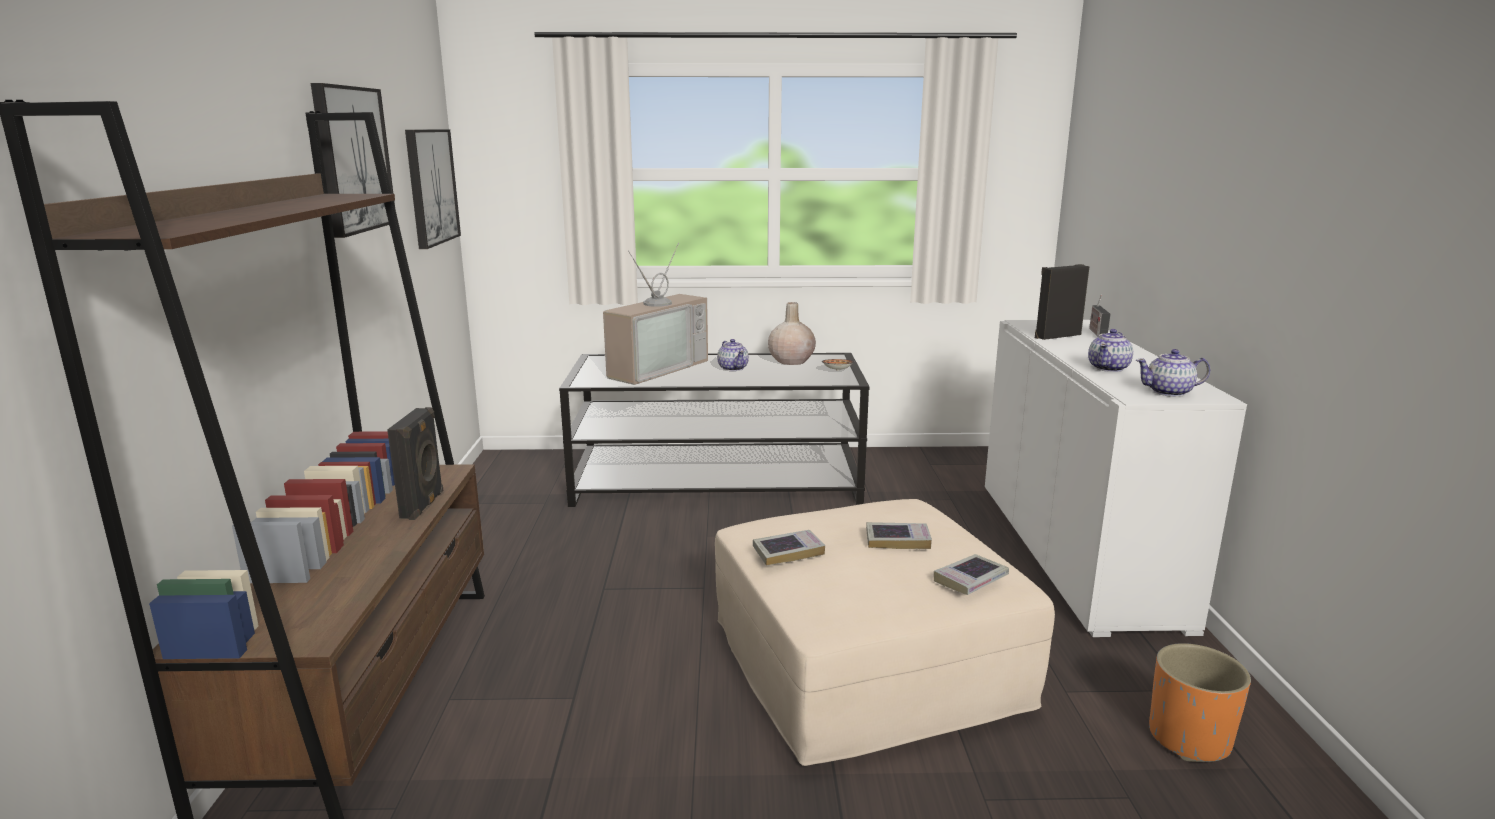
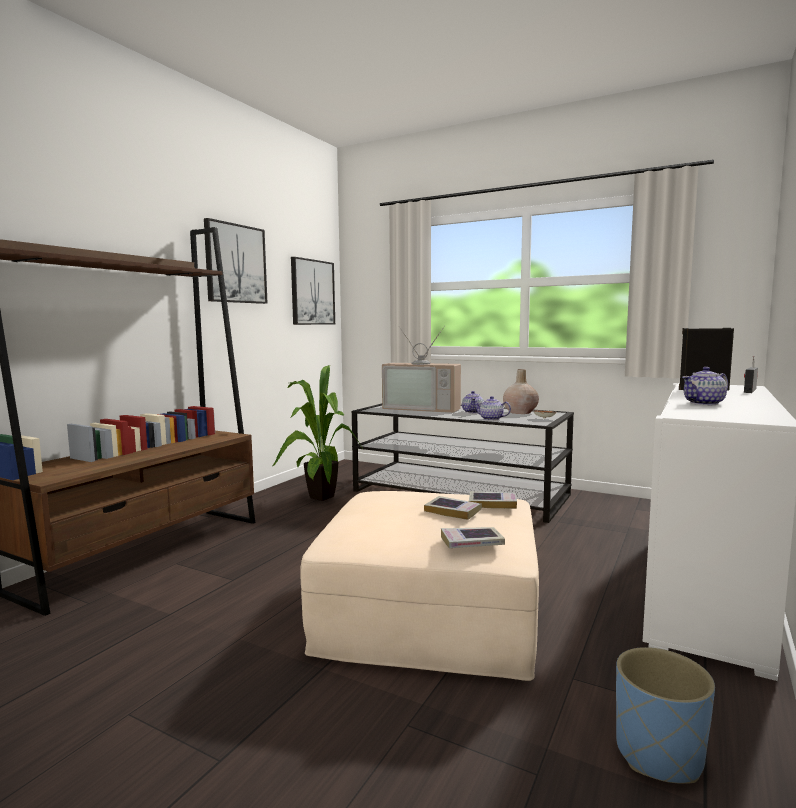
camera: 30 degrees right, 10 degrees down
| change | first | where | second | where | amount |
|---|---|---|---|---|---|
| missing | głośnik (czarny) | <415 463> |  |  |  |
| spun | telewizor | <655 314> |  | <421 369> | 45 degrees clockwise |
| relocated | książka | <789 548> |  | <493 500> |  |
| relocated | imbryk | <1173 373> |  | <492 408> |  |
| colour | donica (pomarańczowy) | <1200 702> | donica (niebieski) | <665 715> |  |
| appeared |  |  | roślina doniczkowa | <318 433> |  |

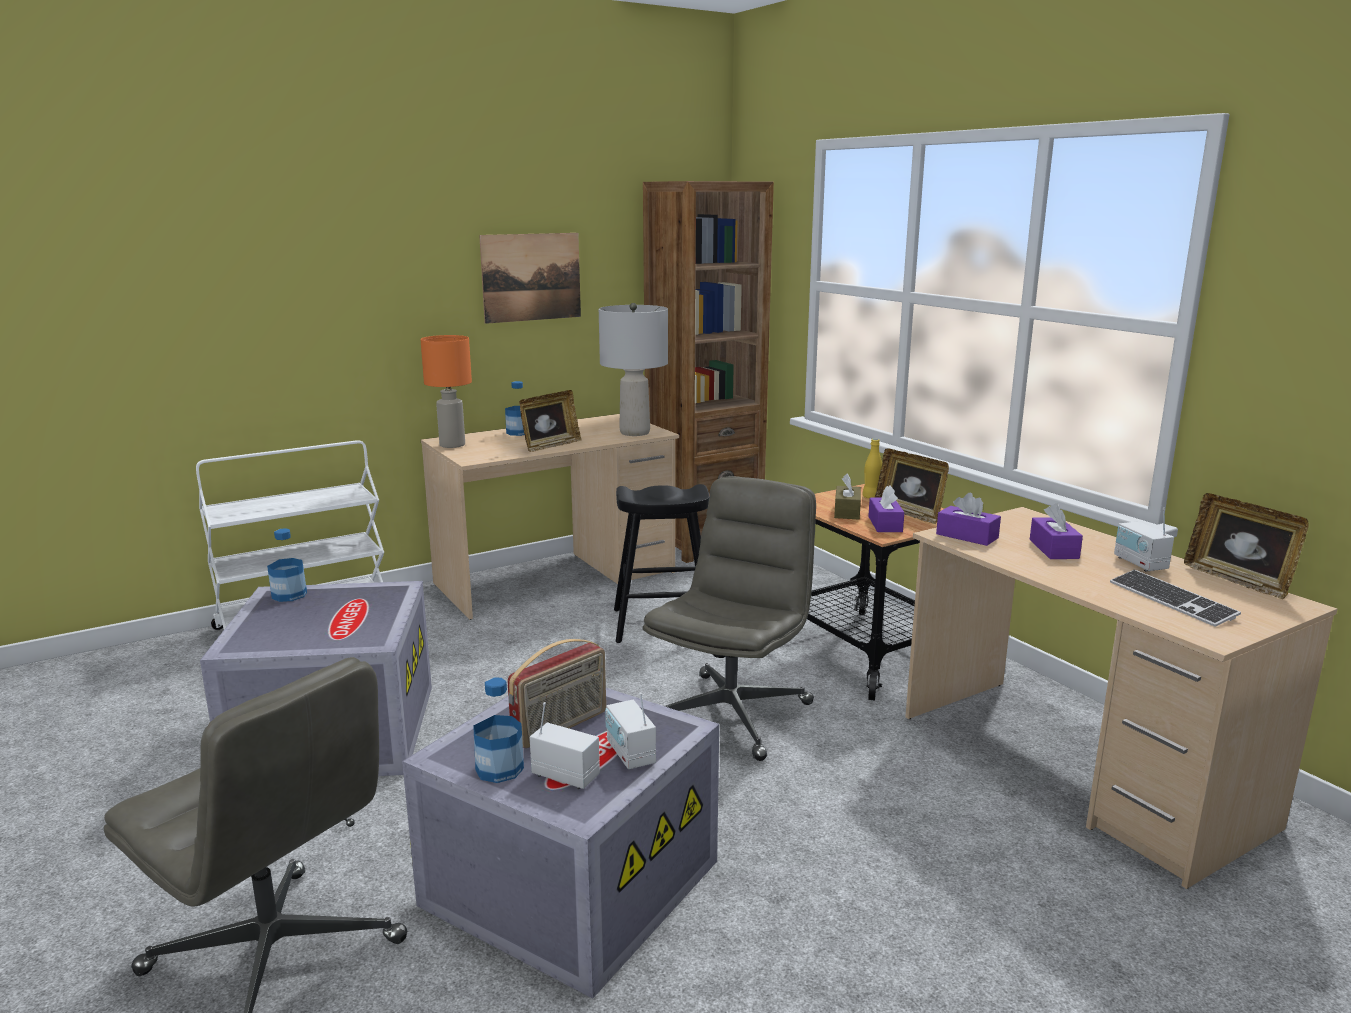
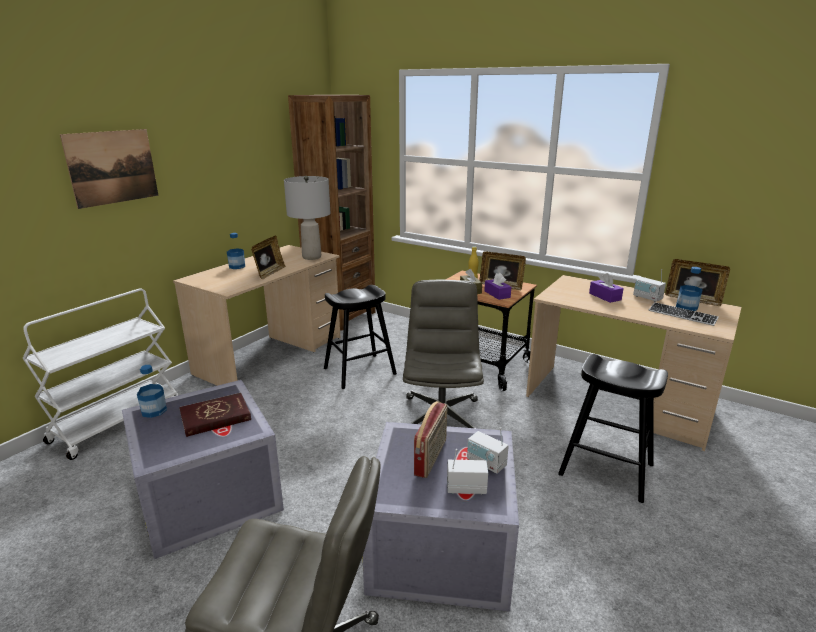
camera: 25 degrees left, 5 degrees up
| change | first | where | second | where | amount |
|---|---|---|---|---|---|
| missing | lampa stołowa (pomarańczowy) | <446 391> |  |  |  |
| relocated | butelka | <498 730> |  | <689 289> |  |
| relocated | obraz | <530 278> |  | <109 169> |  |
| missing | pudełko chusteczek (fioletowy) | <968 519> |  |  |  |
| appeared |  |  | książka (czerwony) | <215 415> |  |
| appeared |  |  | stołek (czarny) | <613 428> |  |

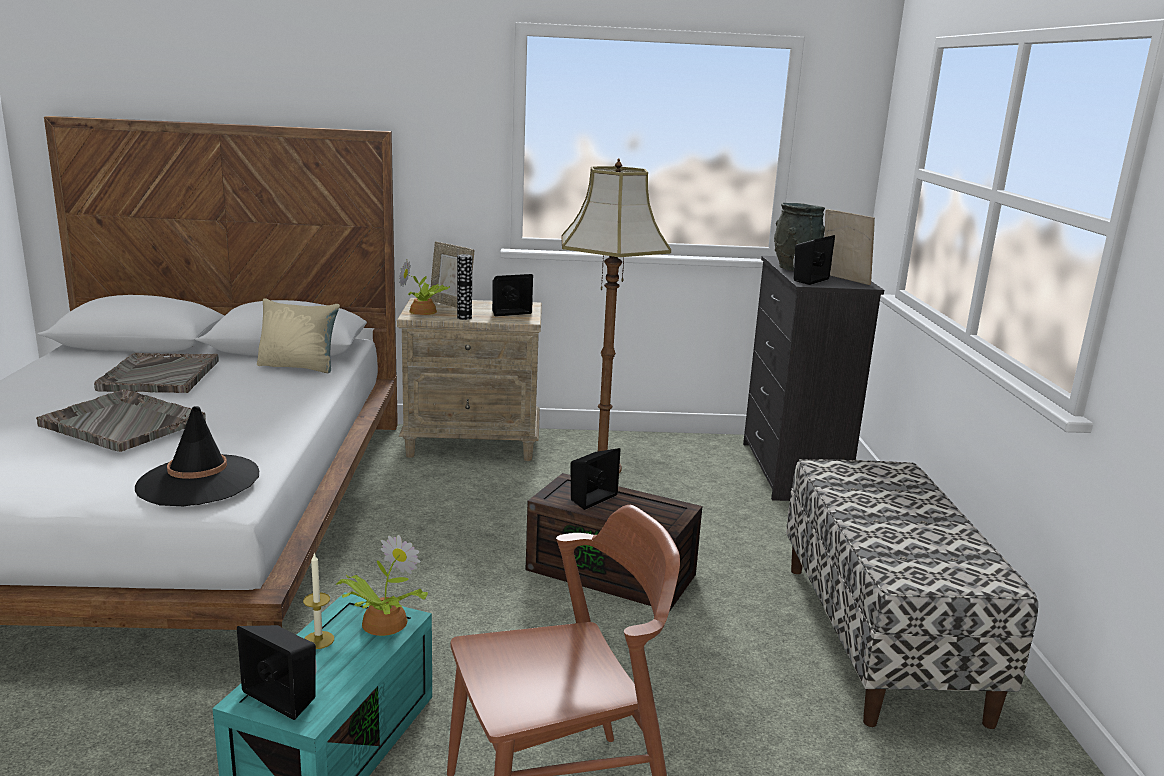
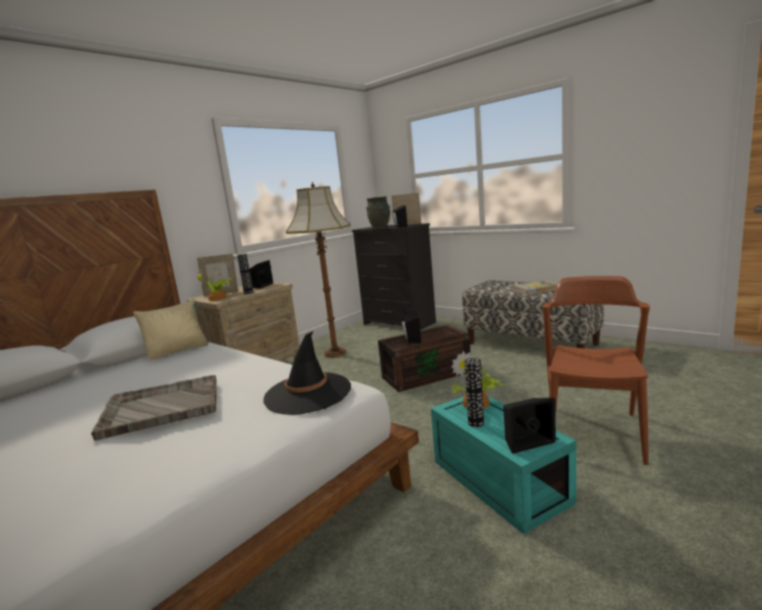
camera: 45 degrees left, 5 degrees down
| change | first | where | second | where | amount |
|---|---|---|---|---|---|
| missing | taca (szary) | <156 373> |  |  |  |
| exchanged | świeca | <318 601> | wazon | <474 392> |  |
| appeared |  |  | książka | <535 288> |  |

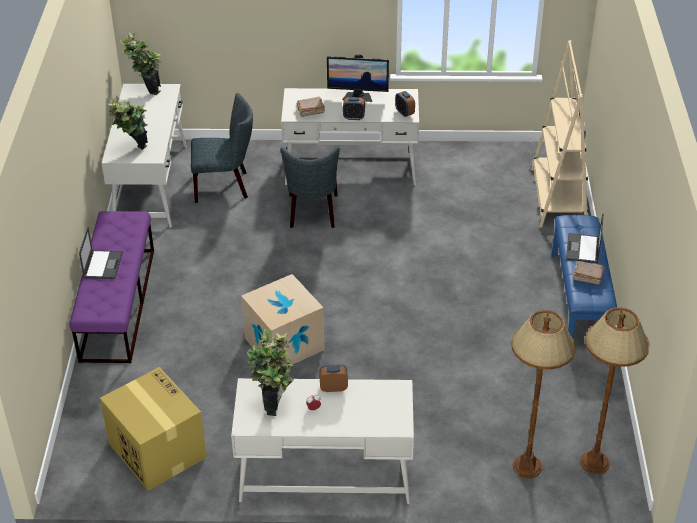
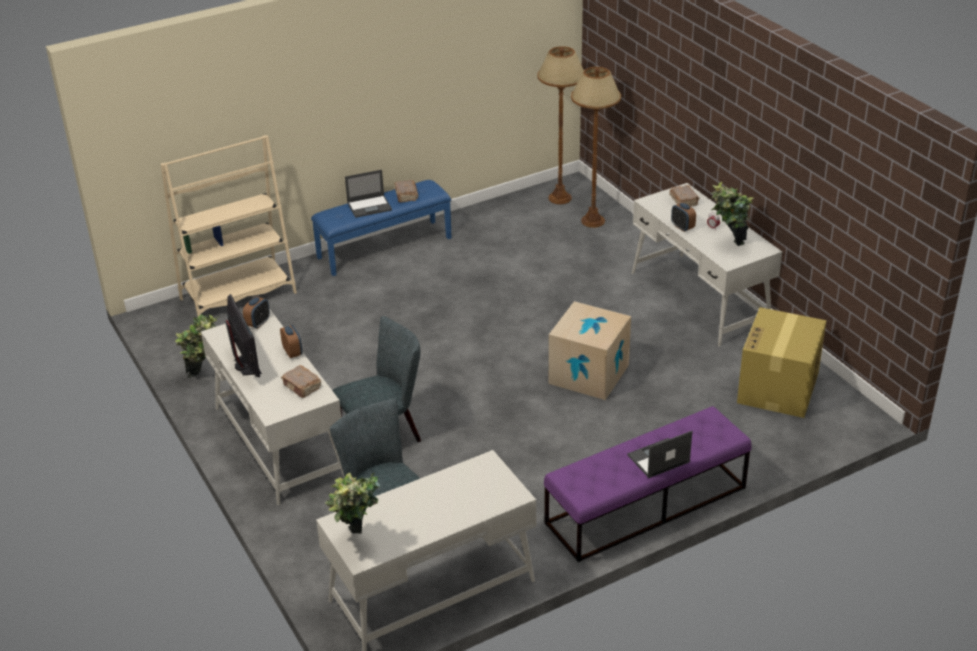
camera: 120 degrees left, 5 degrees down
| change | first | where | second | where | amount |
|---|---|---|---|---|---|
| relocated | roślina doniczkowa | <128 124> |  | <197 346> |  |
| appeared |  |  | książka (brązowy) | <684 196> |  |

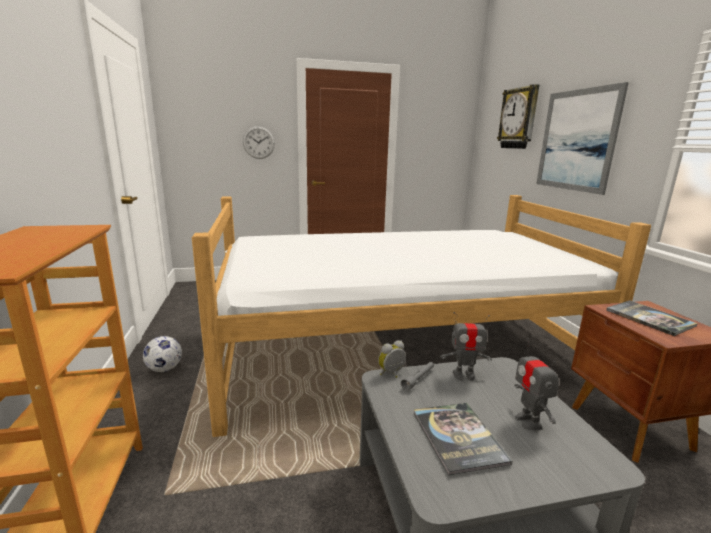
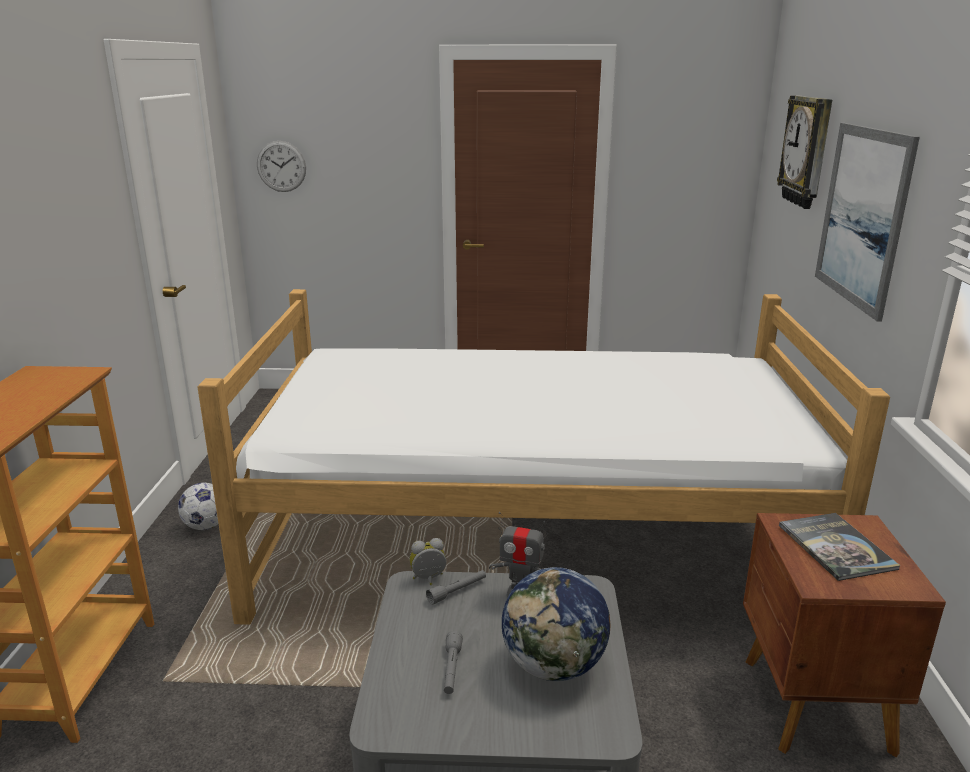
camera: 15 degrees right, 5 degrees up
| change | first | where | second | where | amount |
|---|---|---|---|---|---|
| relocated | zegar ścienny | <259 142> |  | <281 166> |  |
| exchanged | książka | <463 439> | latarka (szary) | <453 662> |  |
| exchanged | robot zabawkowy | <536 384> | globus | <556 624> |  |

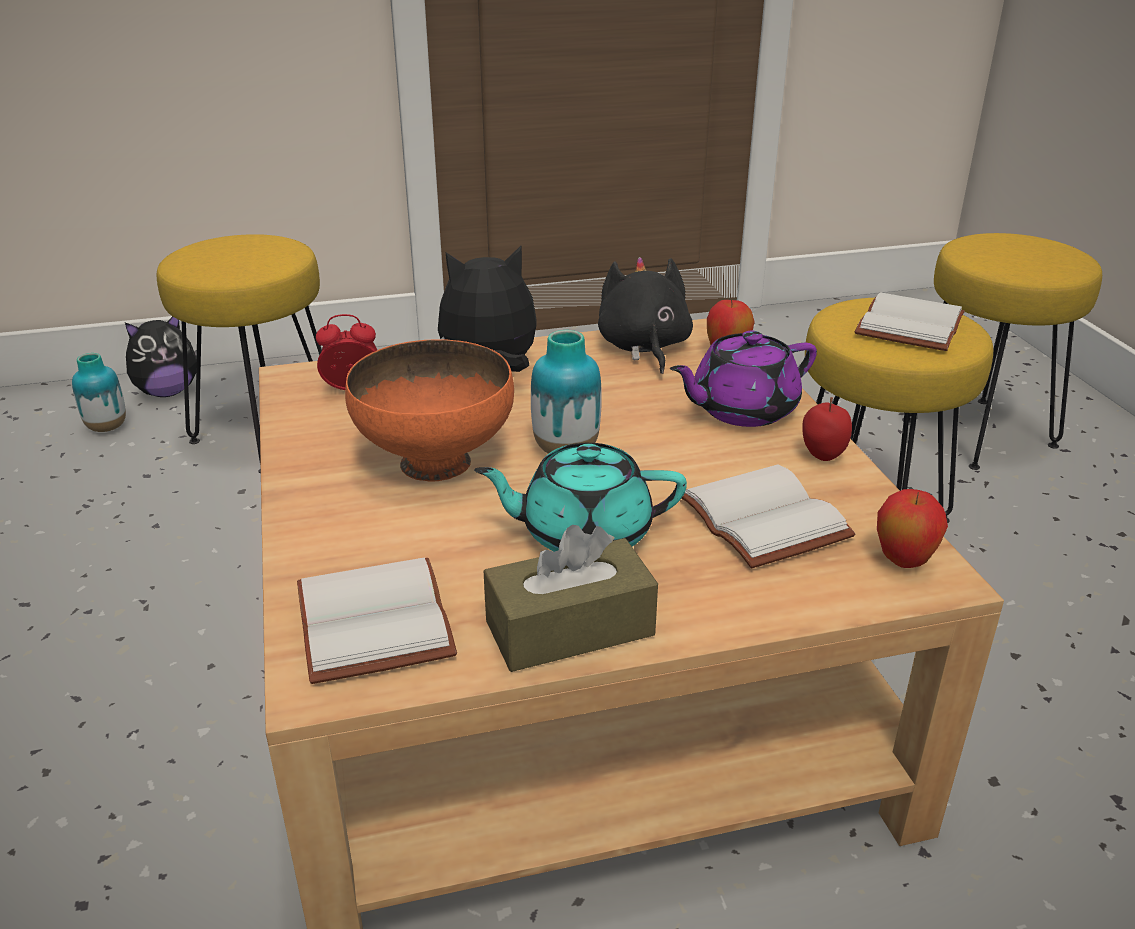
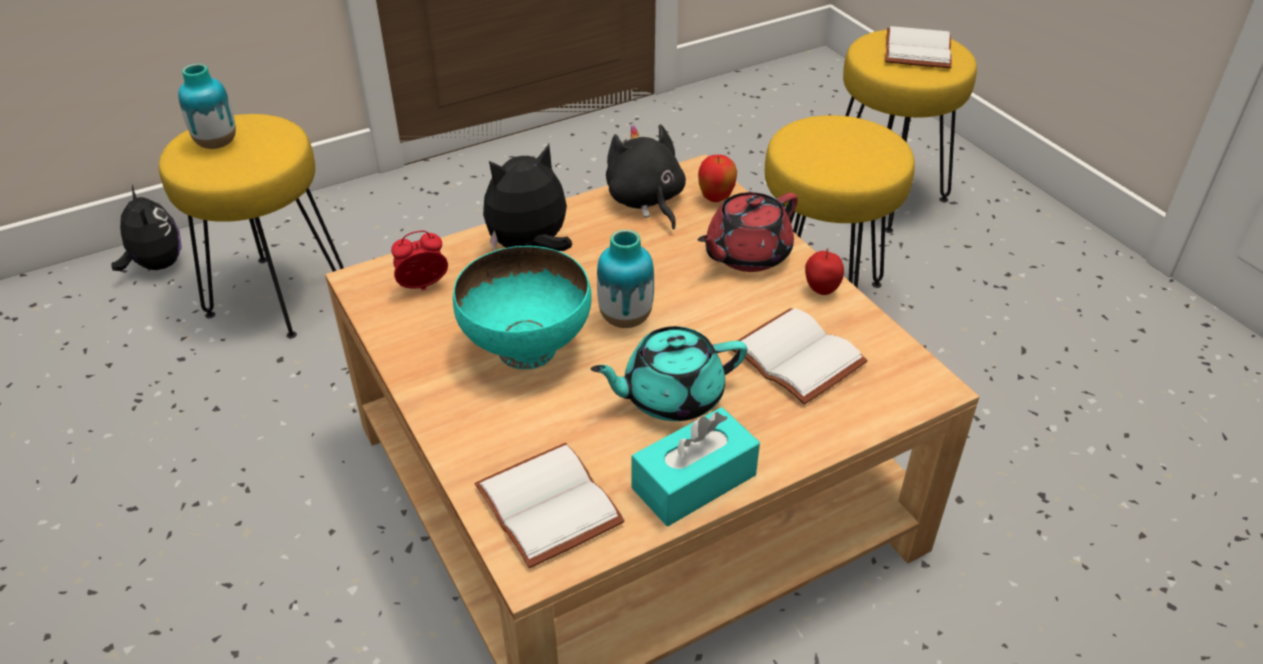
camera: 15 degrees left, 10 degrees up
| change | first | where | second | where | amount |
|---|---|---|---|---|---|
| relocated | wazon | <99 392> |  | <207 106> |  |
| spun | pluszak | <161 356> |  | <146 228> | 75 degrees counterclockwise |
| colour | miska (pomarańczowy) | <429 410> | miska (turkusowy) | <522 307> |  |
| colour | pudełko chusteczek (brązowy) | <571 598> | pudełko chusteczek (turkusowy) | <696 466> |  |
| colour | imbryk (fioletowy) | <743 379> | imbryk (czerwony) | <748 232> |  |
| relocated | książka (biały) | <910 321> |  | <918 47> |  |
| missing | jabłko | <912 528> |  |  |  |

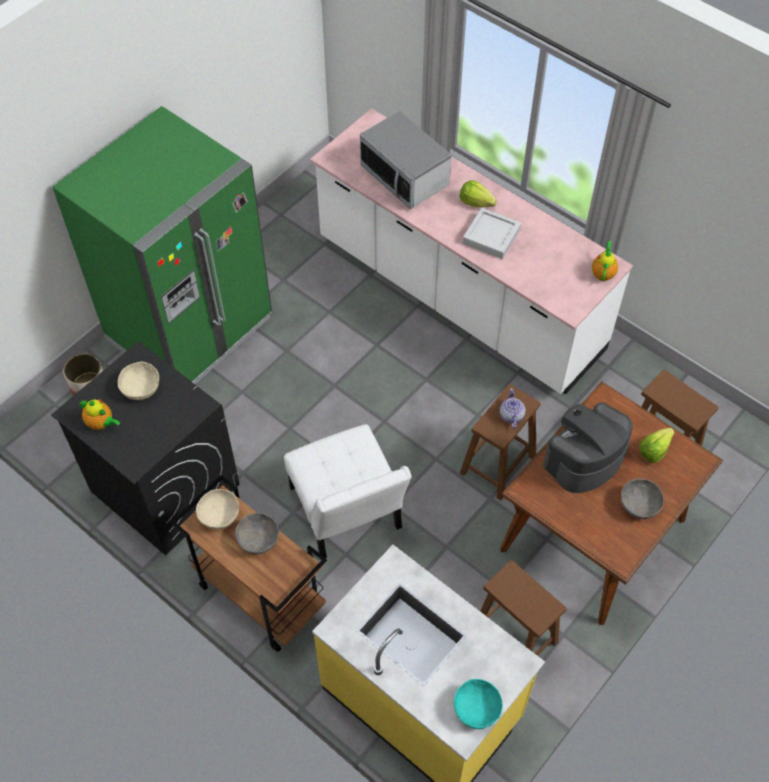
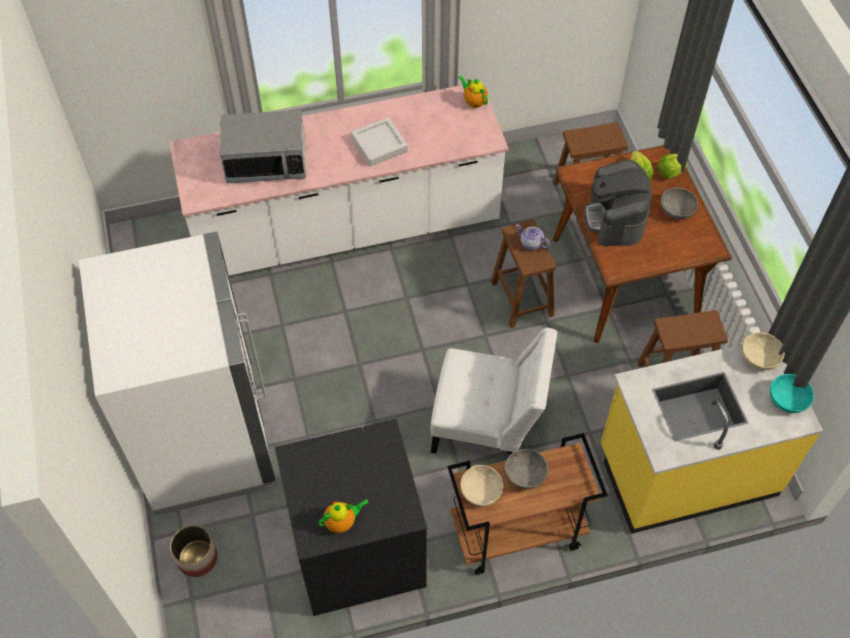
camera: 55 degrees left, 0 degrees up
| change | first | where | second | where | amount |
|---|---|---|---|---|---|
| colour | lodówka (zielony) | <162 245> | lodówka (biały) | <177 374> |  |
| relocated | miska (beżowy) | <138 381> |  | <763 351> |  |
| relocated | sałata | <478 194> |  | <673 166> |  |

